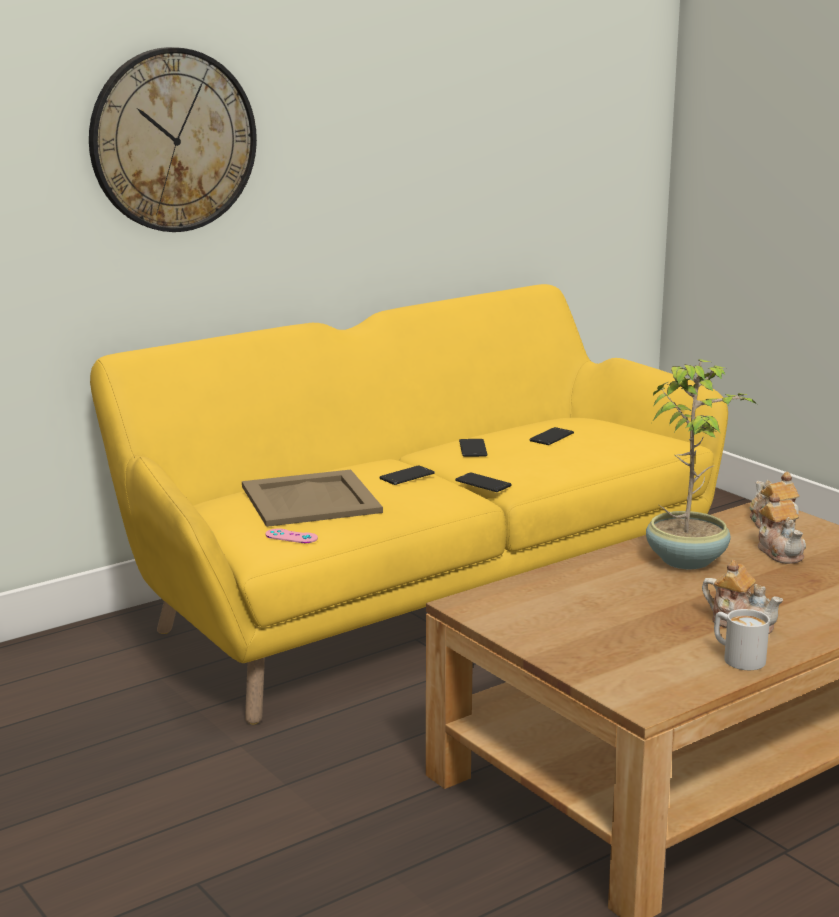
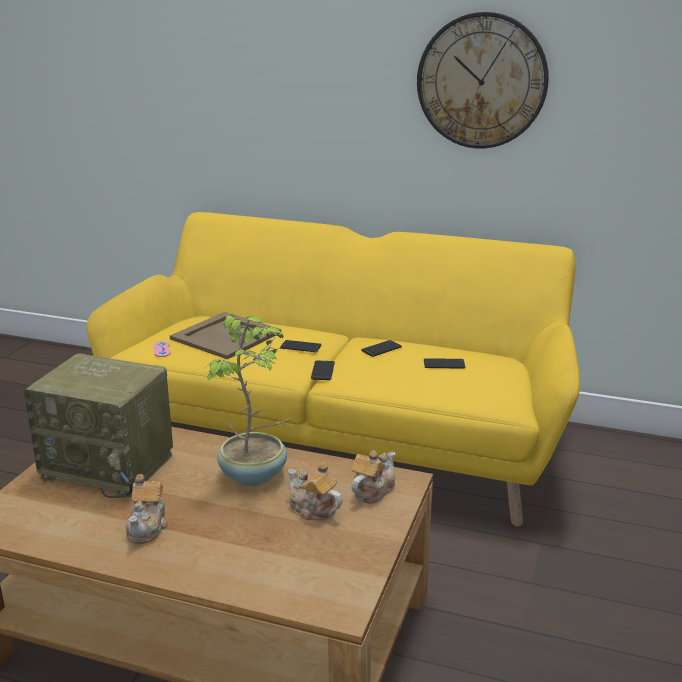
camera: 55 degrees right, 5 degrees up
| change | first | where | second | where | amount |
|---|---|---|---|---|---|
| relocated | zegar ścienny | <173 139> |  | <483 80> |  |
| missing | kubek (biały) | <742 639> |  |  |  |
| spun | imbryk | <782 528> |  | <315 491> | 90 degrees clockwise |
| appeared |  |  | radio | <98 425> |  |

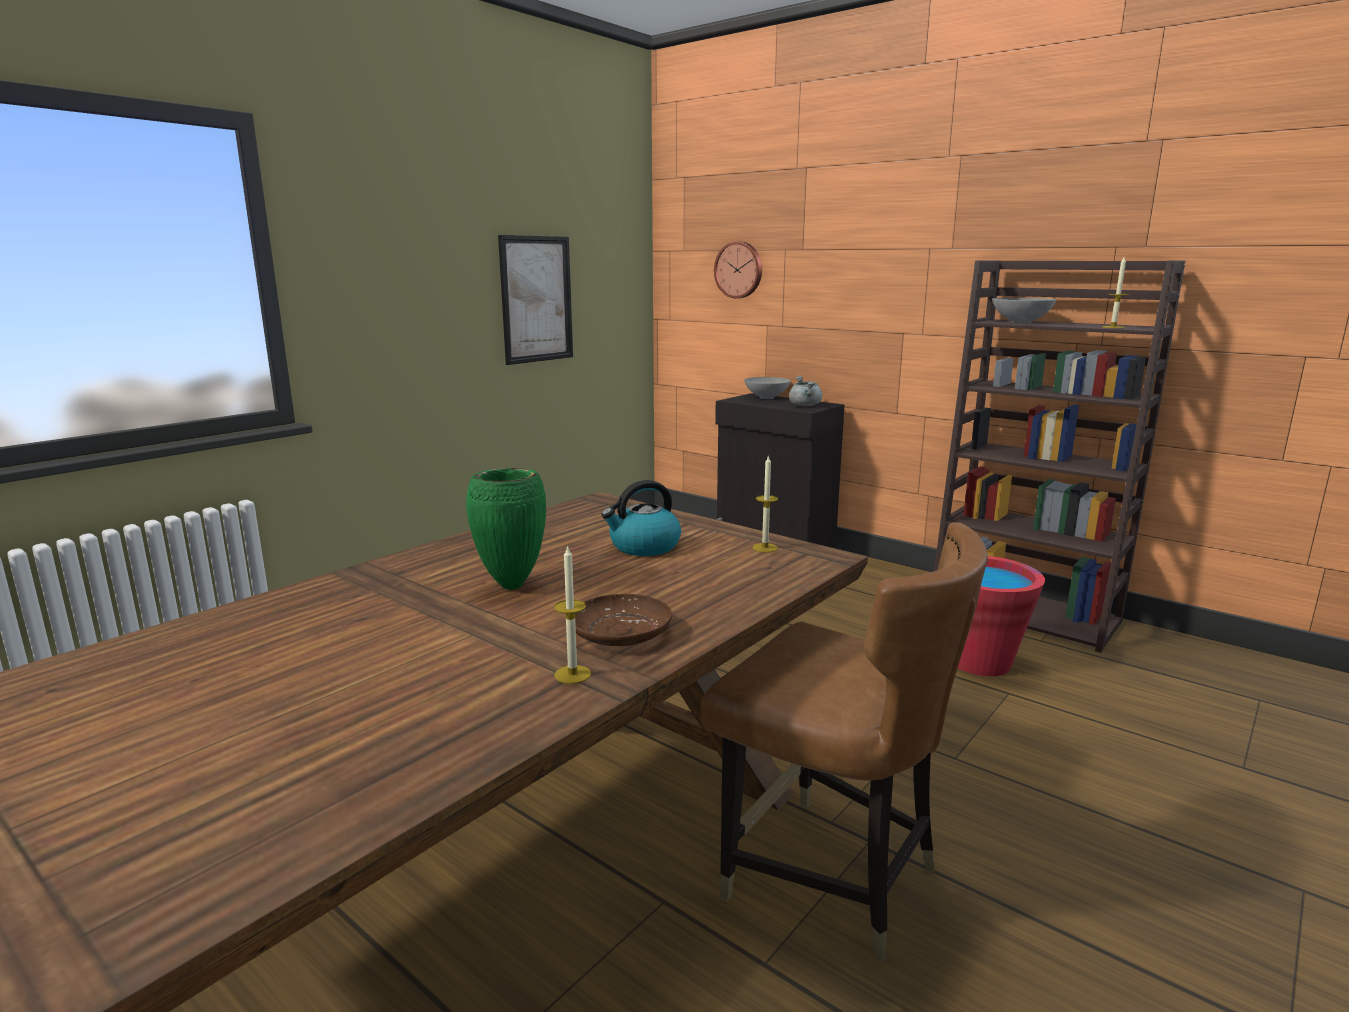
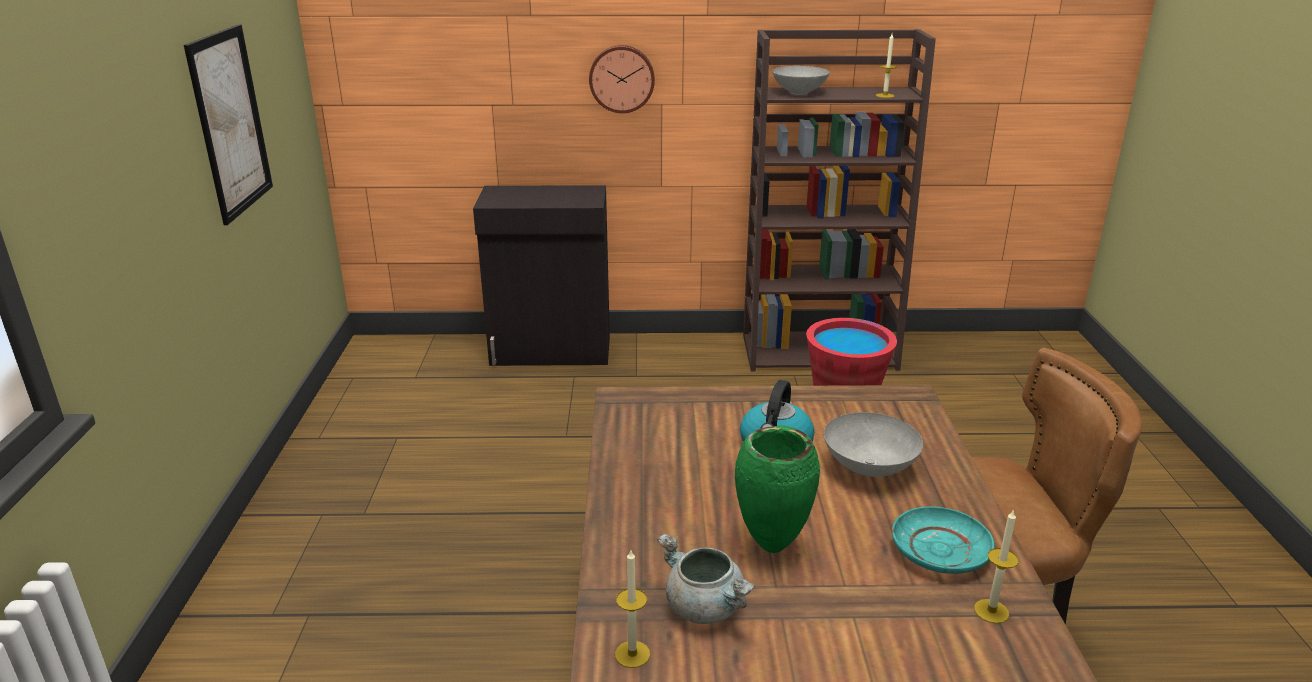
camera: 40 degrees left, 10 degrees up
| change | first | where | second | where | amount |
|---|---|---|---|---|---|
| colour | talerz (brązowy) | <623 620> | talerz (turkusowy) | <943 540> |  |
| relocated | zegar ścienny | <738 270> |  | <622 79> |  |
| relocated | miska (szary) | <767 388> |  | <873 444> |  |
| relocated | świeca | <765 504> |  | <632 609> |  |
| relocated | garnek (szary) | <805 390> |  | <706 579> |  |

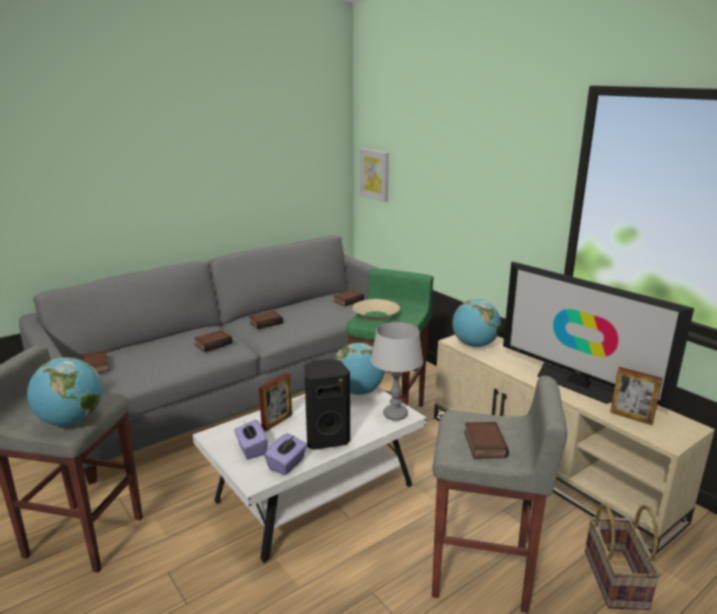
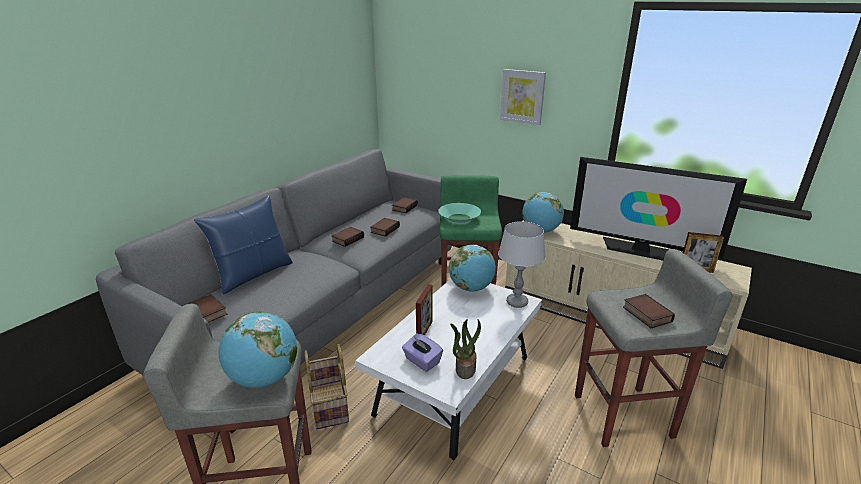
camera: 20 degrees left, 5 degrees up
| change | first | where | second | where | amount |
|---|---|---|---|---|---|
| relocated | książka | <213 341> |  | <385 227> |  |
| exchanged | pudełko chusteczek (fioletowy) | <285 454> | roślina doniczkowa | <465 349> |  |
| missing | głośnik (czarny) | <327 404> |  |  |  |
| colour | miska (beżowy) | <376 310> | miska (turkusowy) | <459 213> |  |
| relocated | obraz | <374 175> |  | <523 97> |  |
| relocated | koszyk | <622 557> |  | <326 386> |  |
| appeared |  |  | poduszka (niebieski) | <243 244> |  |

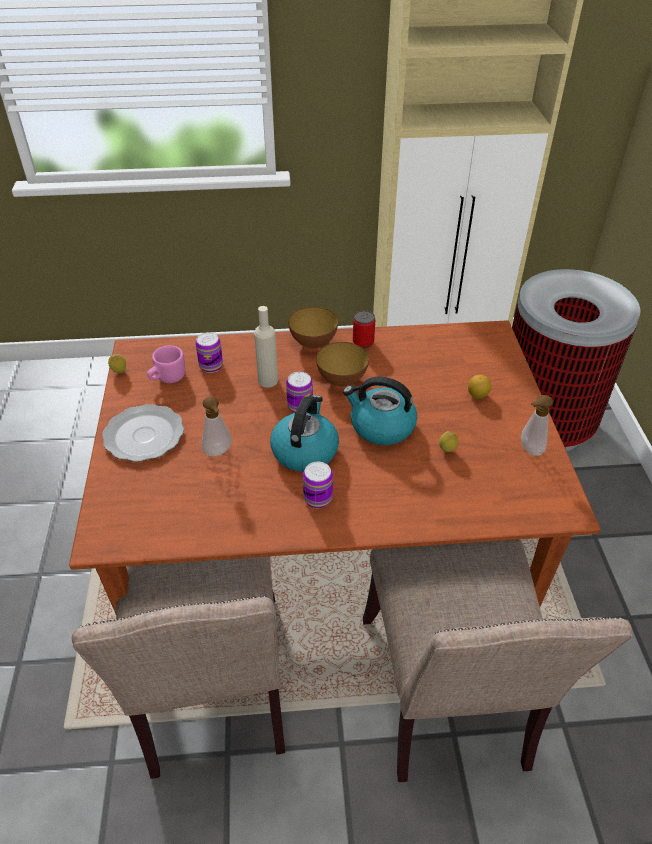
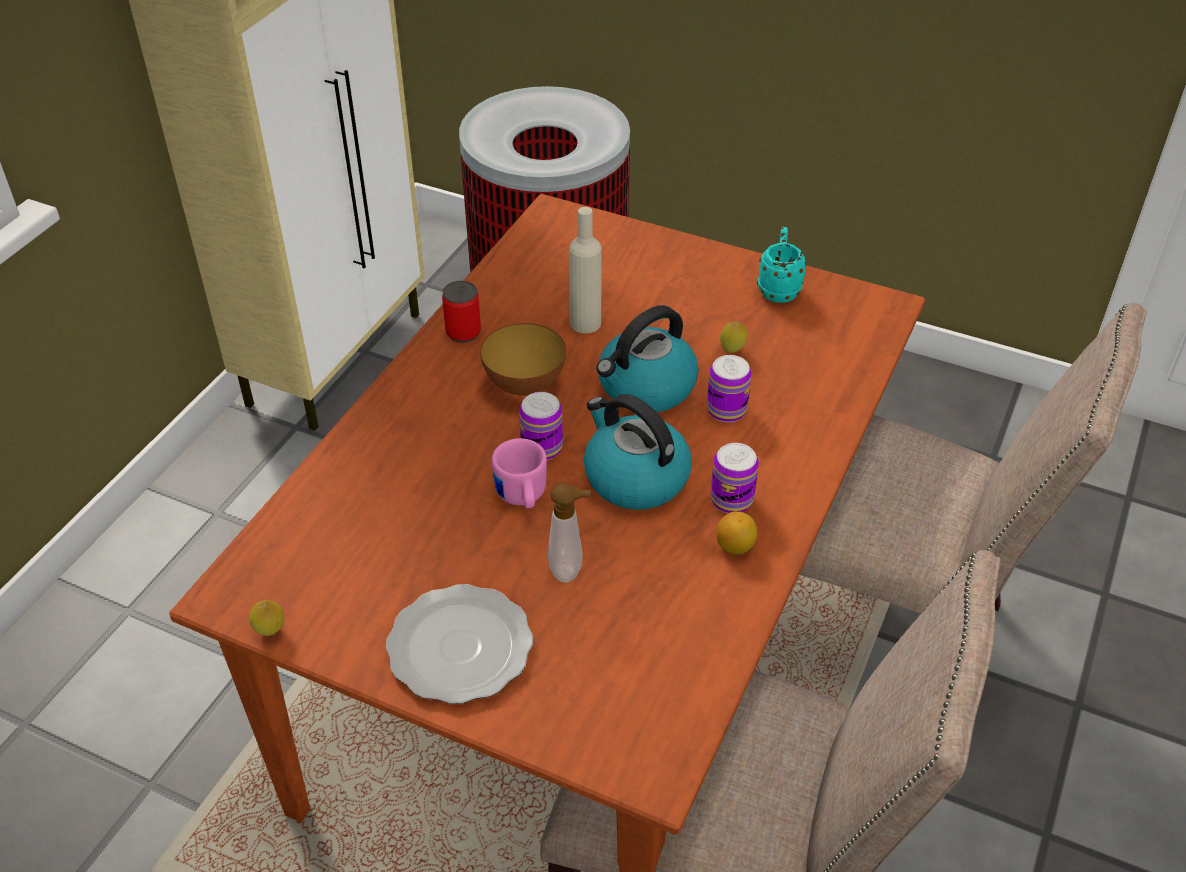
camera: 60 degrees left, 0 degrees up
| change | first | where | second | where | amount |
|---|---|---|---|---|---|
| relocated | kubek (różowy) | <166 364> |  | <519 473> |  |
| relocated | puszka | <209 352> |  | <729 388> |  |
| relocated | butelka (beżowy) | <266 347> |  | <585 270> |  |
| missing | miska | <313 328> |  |  |  |
| relocated | cytryna | <479 387> |  | <736 532> |  |
| exchanged | dozownik mydła | <537 425> | kubek (turkusowy) | <782 265> |  |

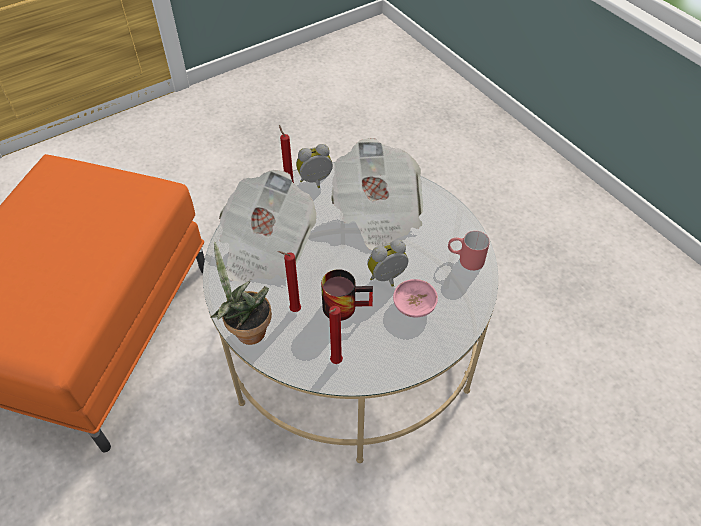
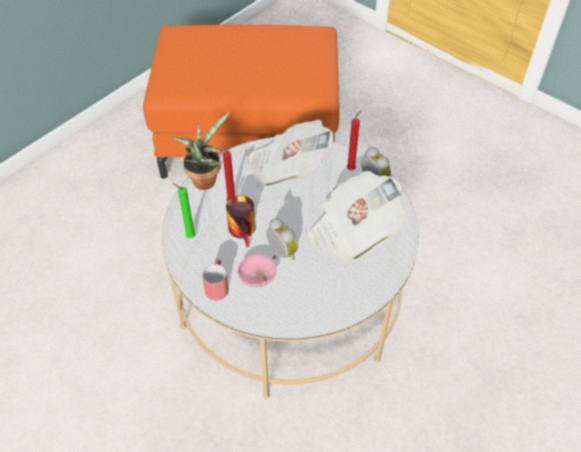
camera: 75 degrees right, 0 degrees up
| change | first | where | second | where | amount |
|---|---|---|---|---|---|
| colour | świeca (czerwony) | <336 335> | świeca (zielony) | <184 210> |  |
| relocated | kubek (czerwony) | <469 251> |  | <215 280> |  |

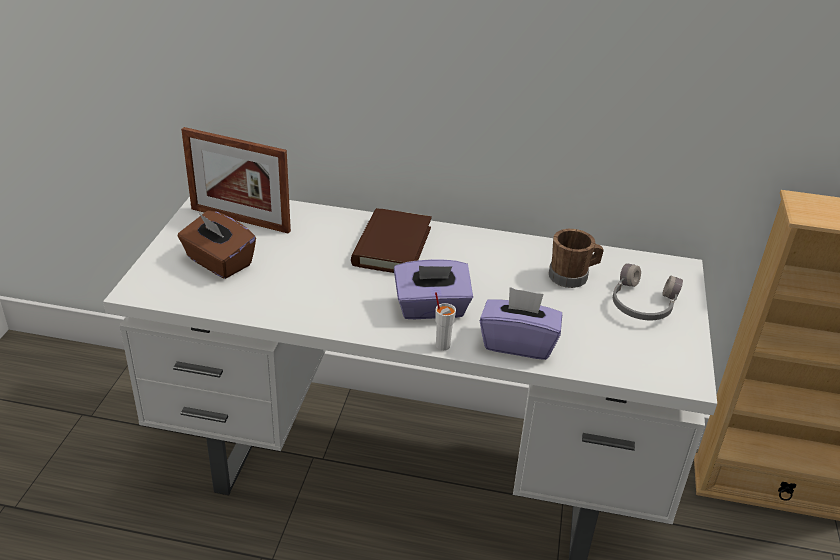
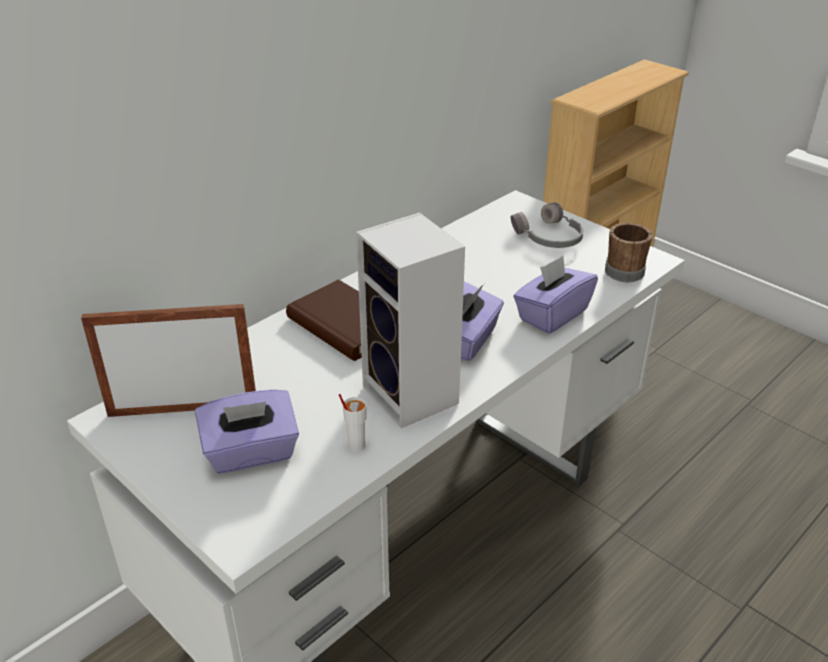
camera: 55 degrees left, 0 degrees up
| change | first | where | second | where | amount |
|---|---|---|---|---|---|
| colour | pudełko chusteczek (brązowy) | <216 245> | pudełko chusteczek (fioletowy) | <247 431> |  |
| spun | ramka na zdjęcie | <236 180> |  | <168 360> | 150 degrees counterclockwise |
| relocated | filiżanka (biały) | <445 321> |  | <353 423> |  |
| relocated | kubek (brązowy) | <576 258> |  | <629 252> |  |
| appeared |  |  | głośnik | <410 320> |  |

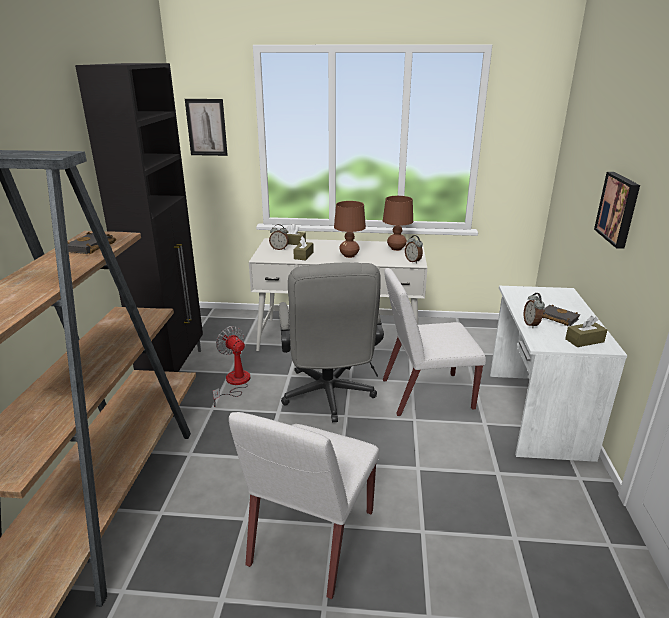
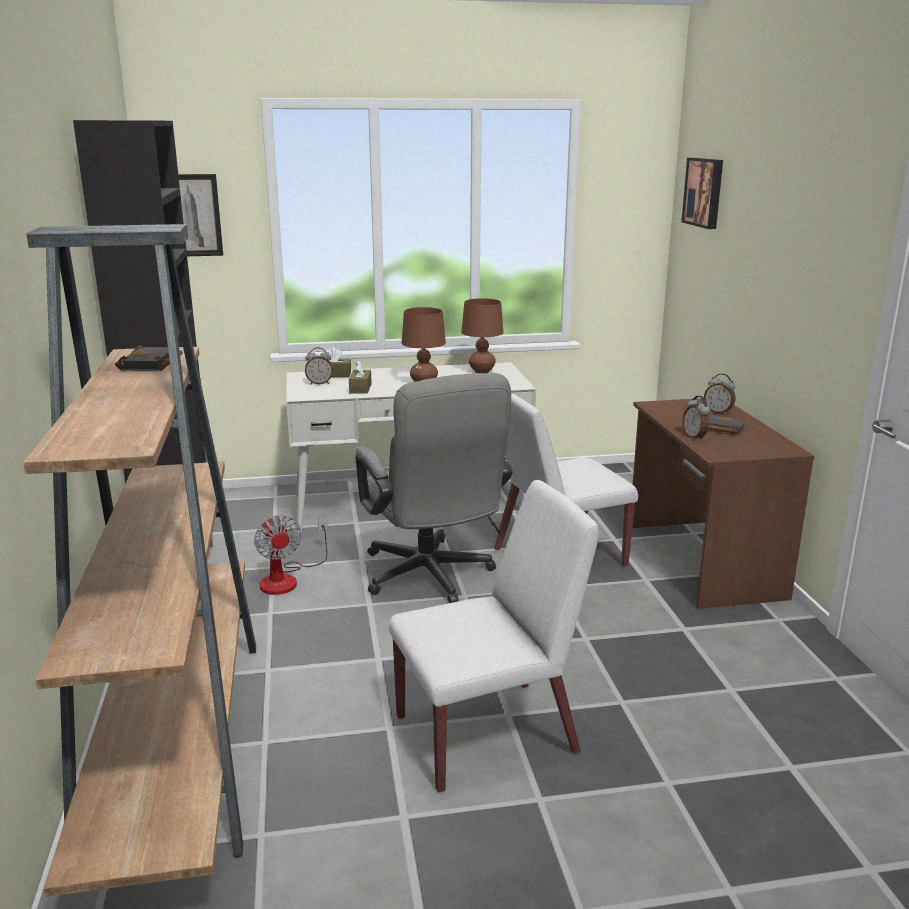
camera: 15 degrees left, 5 degrees down
| change | first | where | second | where | amount |
|---|---|---|---|---|---|
| spun | wentylator | <231 366> |  | <291 555> | 150 degrees counterclockwise |
| spun | krzesło (biały) | <304 505> |  | <494 636> | 120 degrees counterclockwise |
| relocated | budzik | <414 249> |  | <719 394> |  |
| colour | biurko (biały) | <558 374> | biurko (brązowy) | <723 503> |  |
| missing | pudełko chusteczek (brązowy) | <586 331> |  |  |  |
| relocated | obraz | <617 210> |  | <702 193> |  |

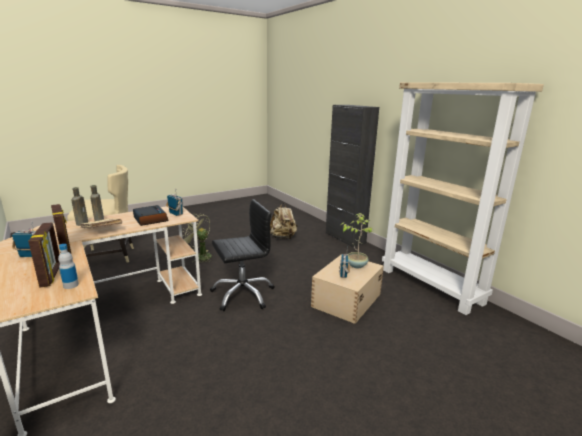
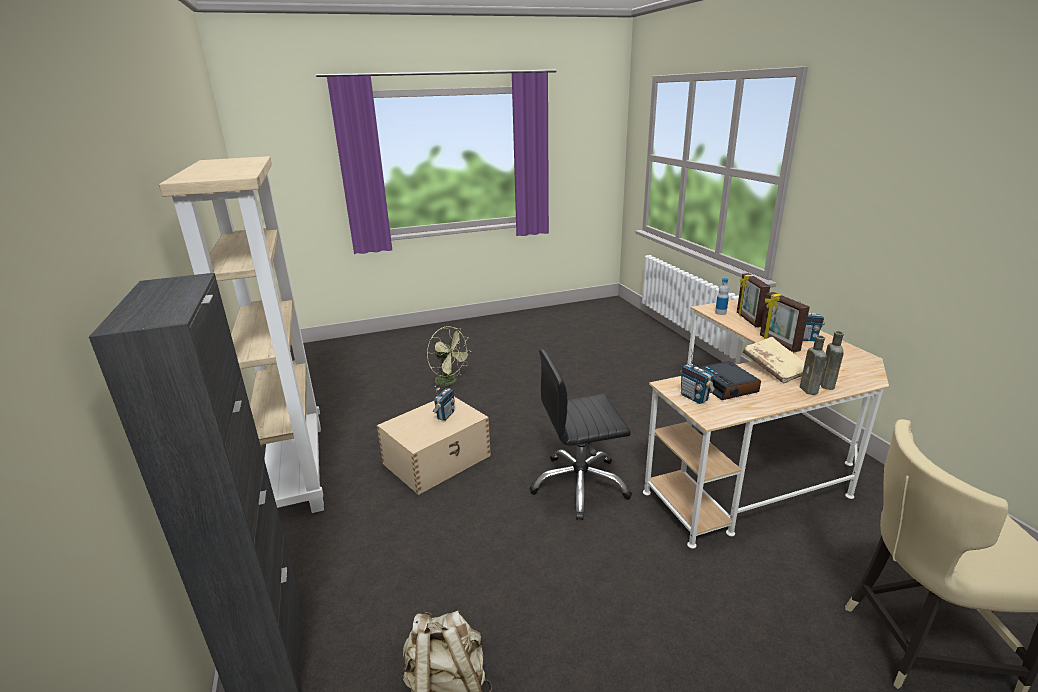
camera: 165 degrees left, 5 degrees up
| change | first | where | second | where | amount |
|---|---|---|---|---|---|
| relocated | wentylator (zielony) | <197 238> |  | <449 358> |  |
| missing | roślina doniczkowa | <357 240> |  |  |  |

